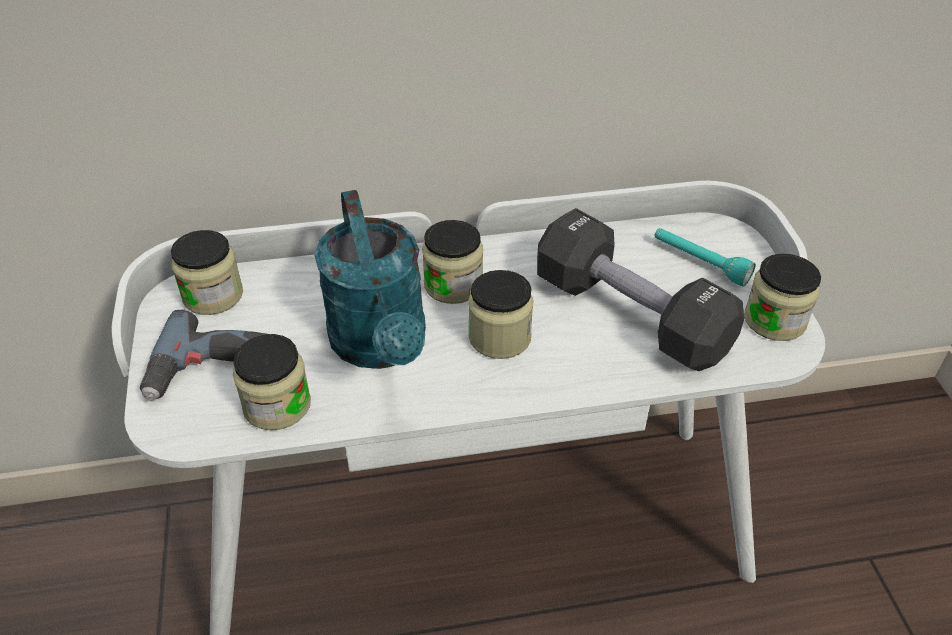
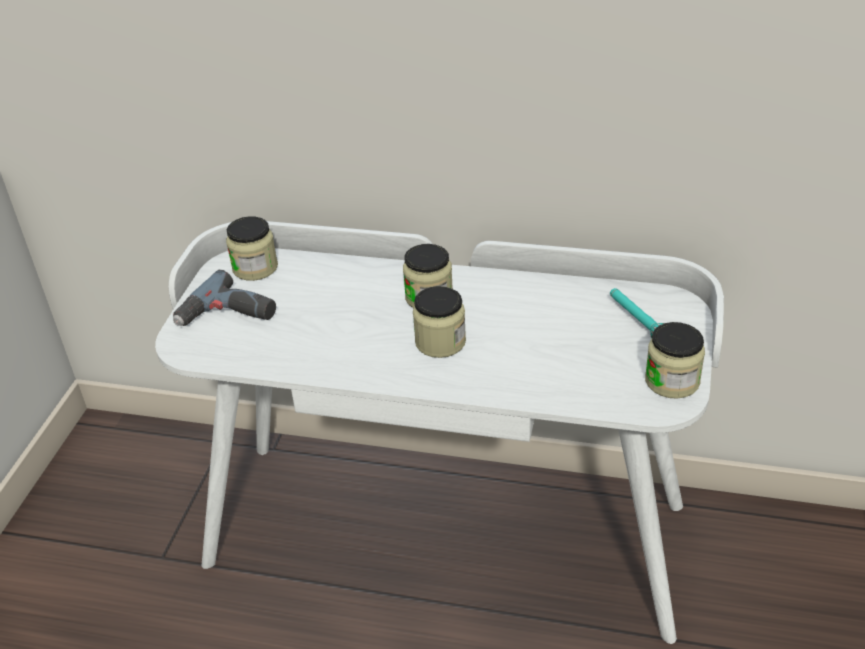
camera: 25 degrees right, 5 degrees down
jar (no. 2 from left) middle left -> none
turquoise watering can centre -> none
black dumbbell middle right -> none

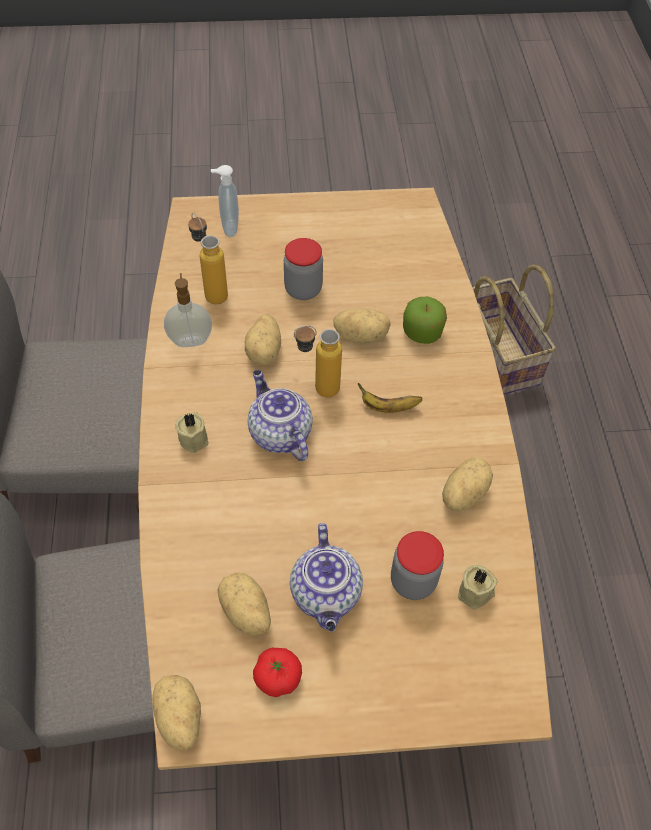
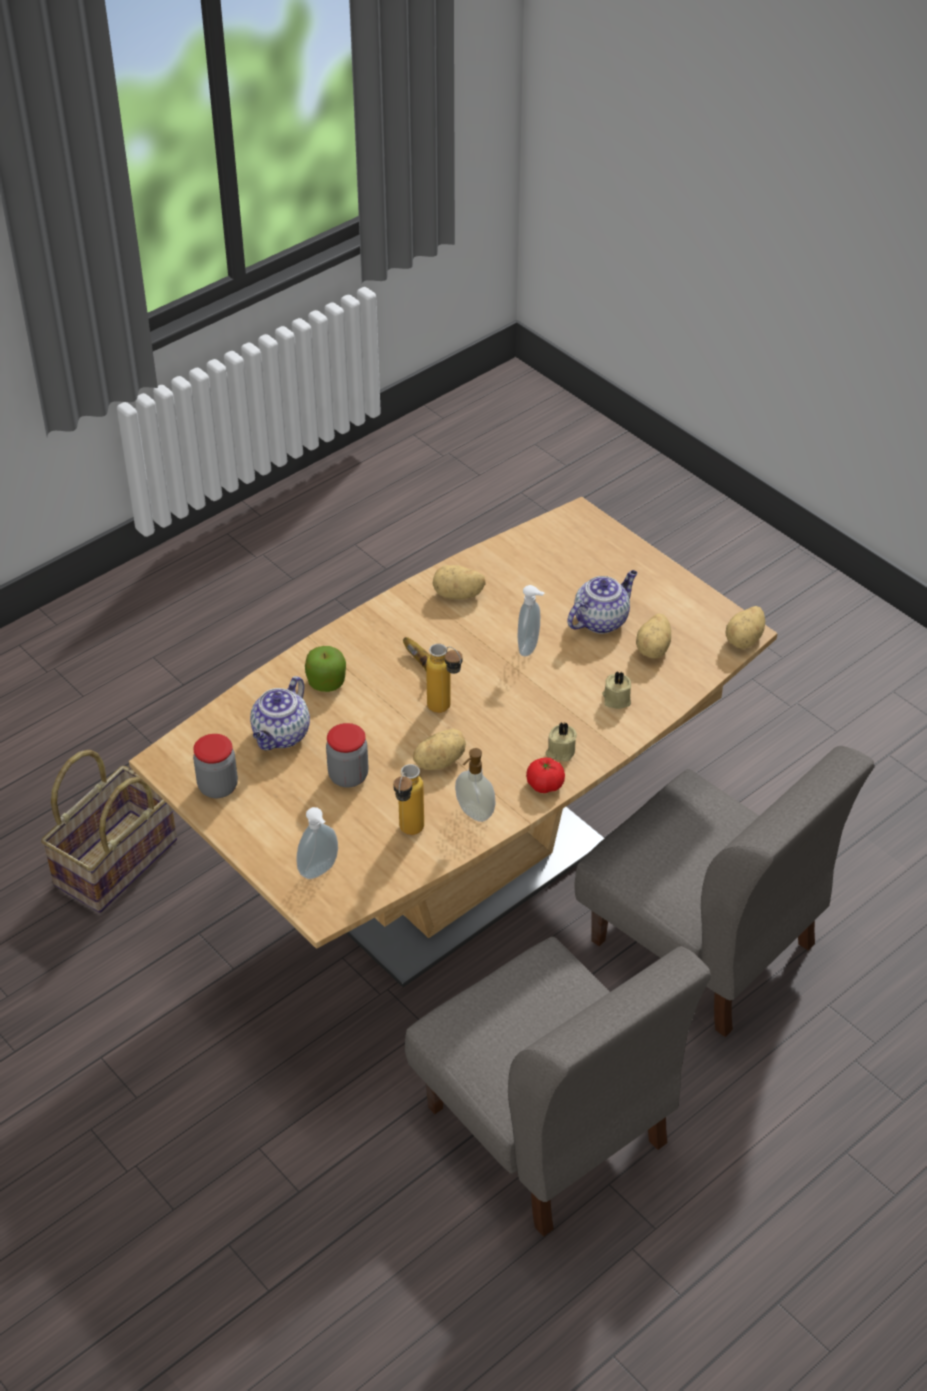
camera: 125 degrees left, 10 degrees down
teapot (no. 1 from left) centre -> teapot (no. 1 from left) middle left, relocated
tomato bottom centre -> tomato centre, relocated
potato (no. 4 from left) centre -> none
jar (no. 2 from left in the first image) bottom centre -> jar (no. 1 from left) middle left, relocated
beige candle (no. 2 from left) bottom right -> beige candle (no. 2 from left) centre, relocated
none -> soap dispenser (no. 3 from left) centre

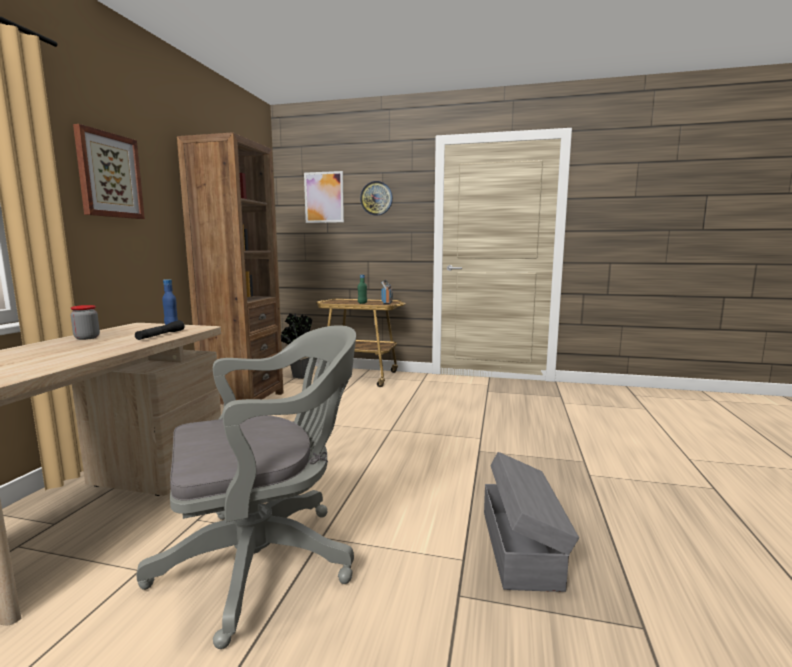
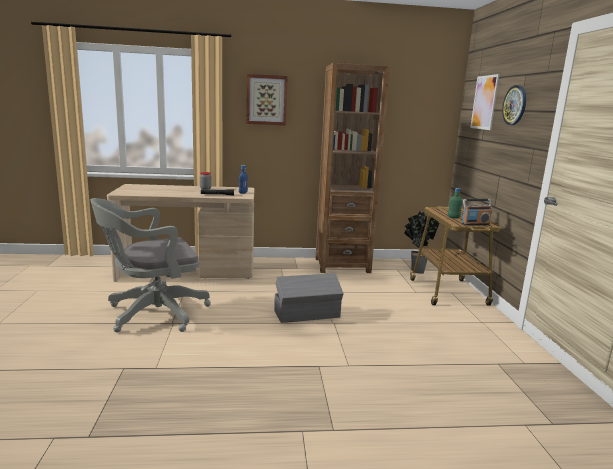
camera: 70 degrees right, 5 degrees up
grey office chair bottom left -> grey office chair middle left, 105 degrees clockwise
grey storage box bottom right -> grey storage box centre, relocated

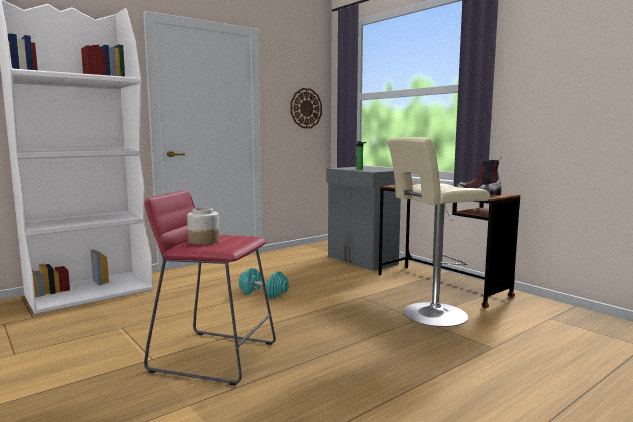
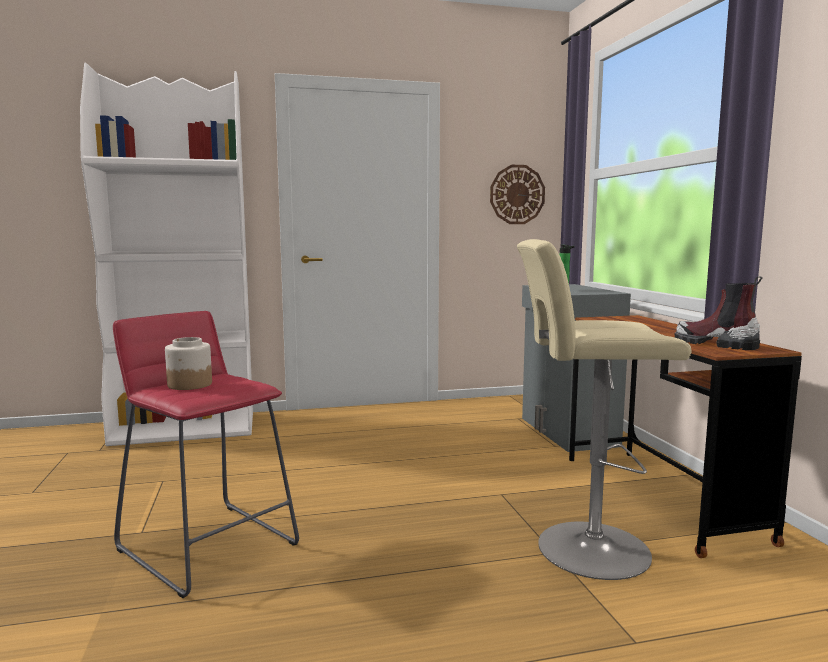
camera: 25 degrees right, 0 degrees up
turquoise dumbbell bottom centre -> none

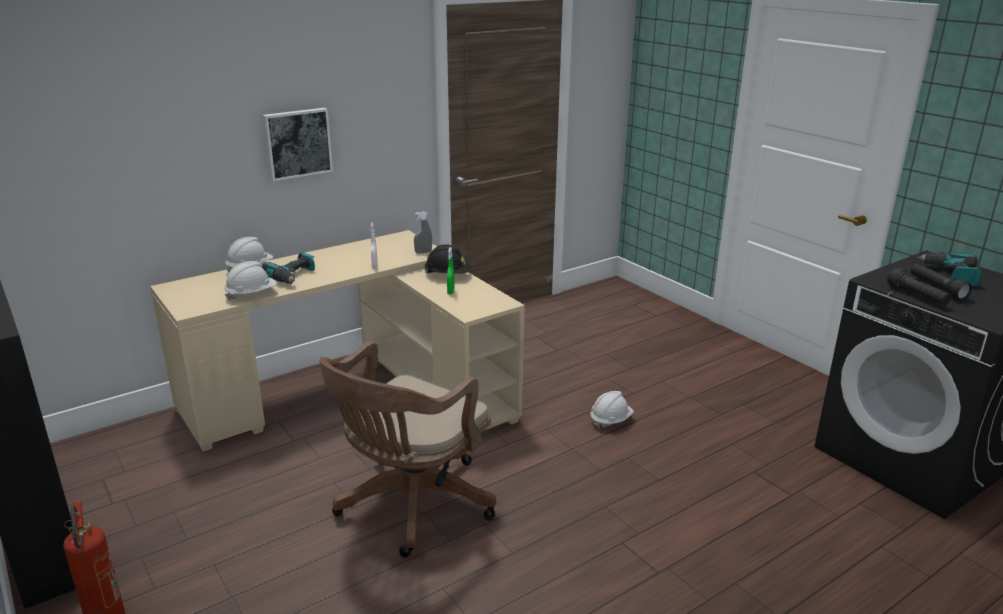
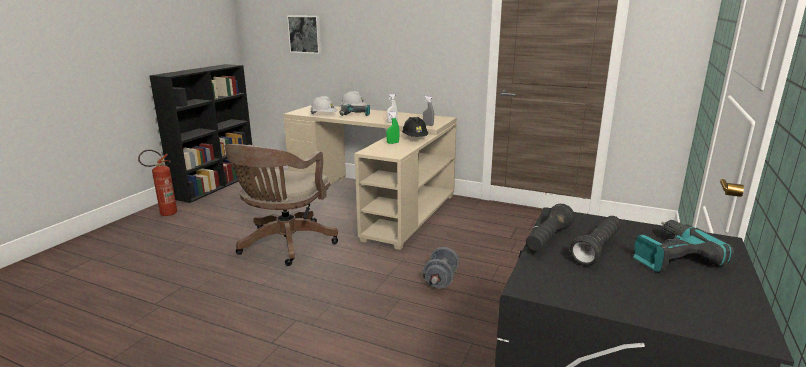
camera: 60 degrees right, 5 degrees down
picture top left -> picture top centre, relocated
brown office chair bottom centre -> brown office chair centre, 75 degrees counterclockwise
white hard hat (no. 3 from left) bottom centre -> grey dumbbell bottom centre

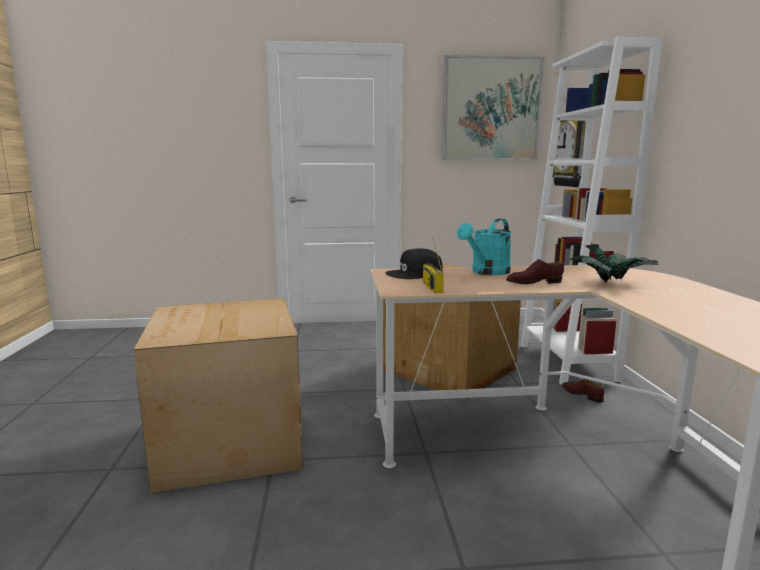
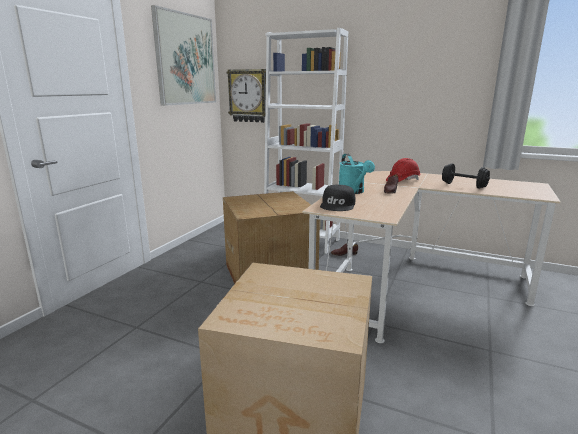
camera: 60 degrees left, 5 degrees up
radio centre -> none
potted plant middle right -> red hard hat middle right
none -> black dumbbell middle right

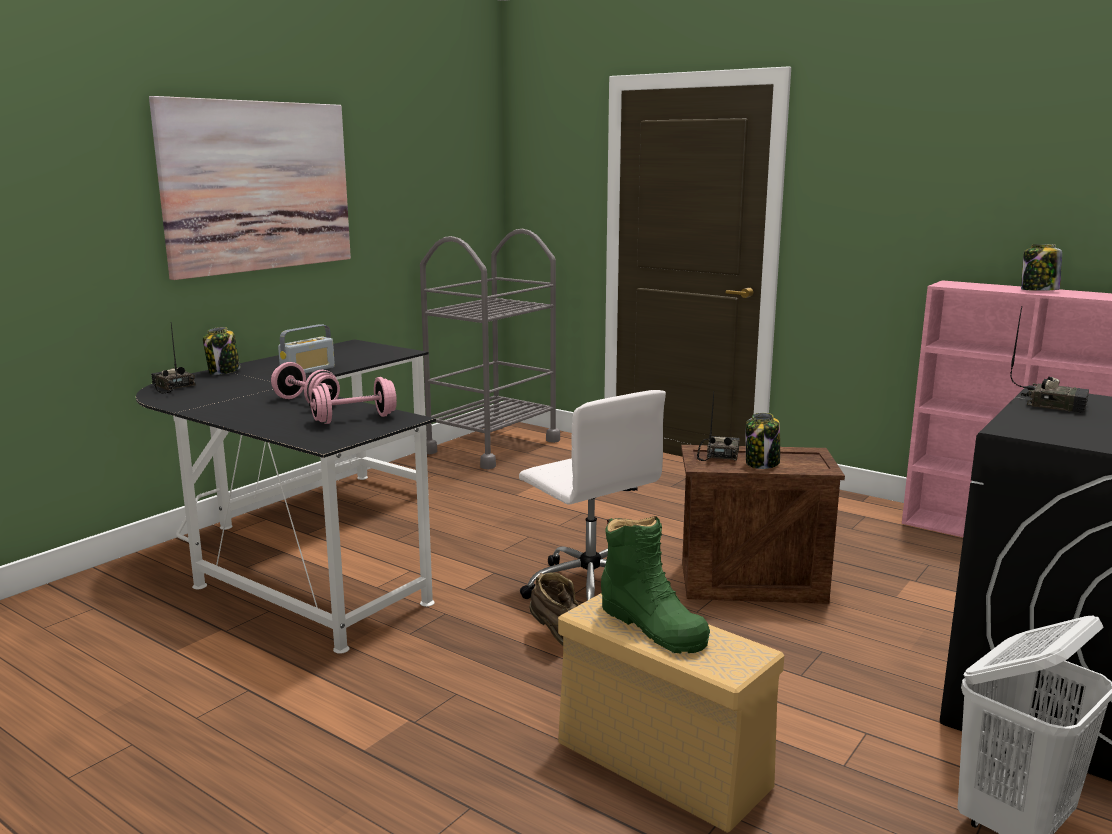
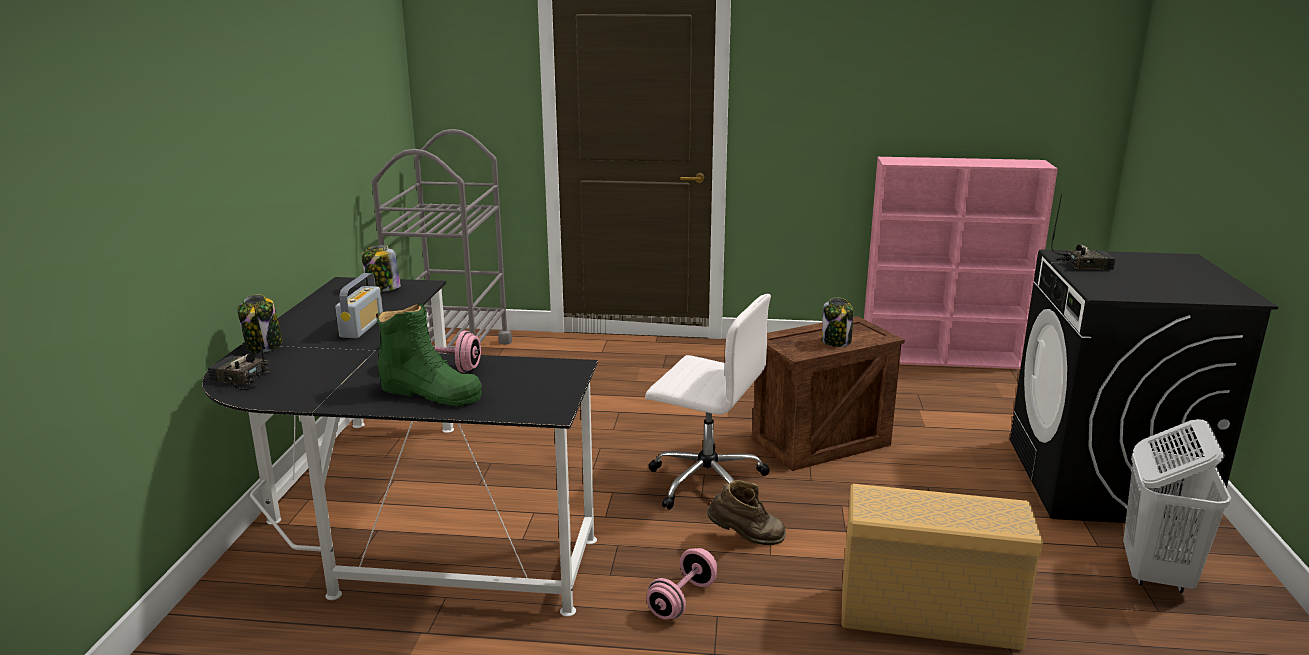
camera: 30 degrees left, 5 degrees up
picture top left -> none
pink dumbbell (no. 2 from left) middle left -> pink dumbbell (no. 2 from left) bottom centre, relocated
green boot bottom centre -> green boot middle left, relocated
radio (no. 3 from left) centre -> none
jar (no. 3 from left in the first image) top right -> jar (no. 2 from left) middle left, relocated

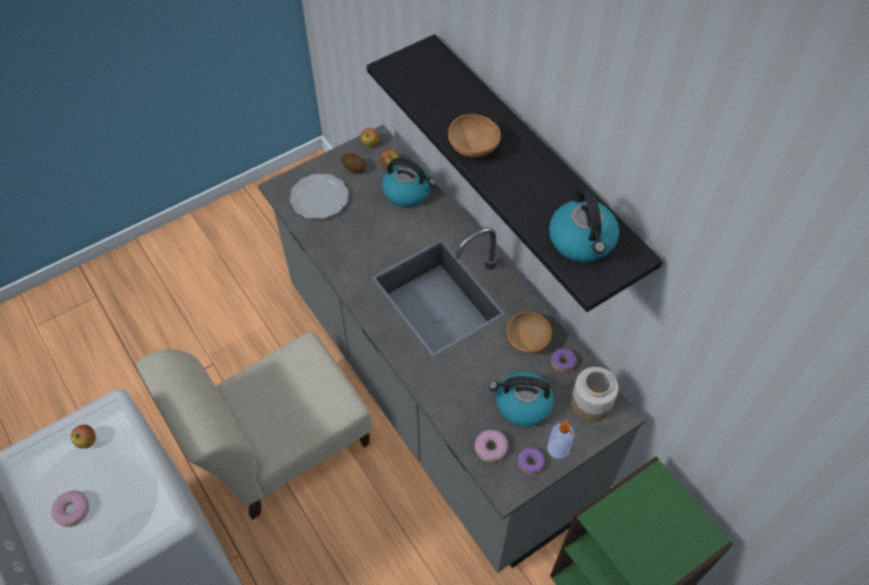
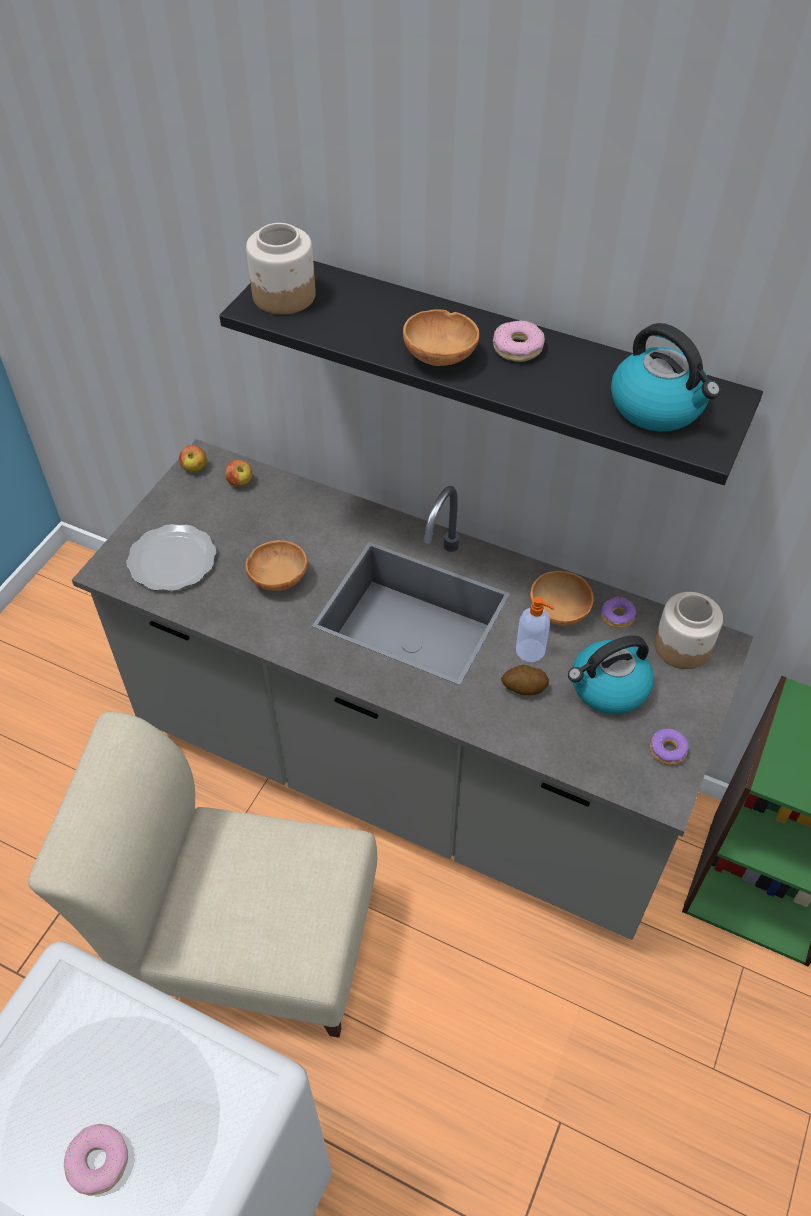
camera: 30 degrees left, 5 degrees down
apple (no. 1 from left) bottom left -> none
beige chair bottom left, 75 degrees clockwise
potato top centre -> potato centre, relocated
kettle (no. 1 from left) top centre -> none
donut (no. 2 from left) bottom centre -> donut (no. 2 from left) top centre, relocated
soap dispenser bottom centre -> soap dispenser centre, relocated
none -> jar (no. 1 from left) top centre
none -> brown bowl (no. 1 from left) centre

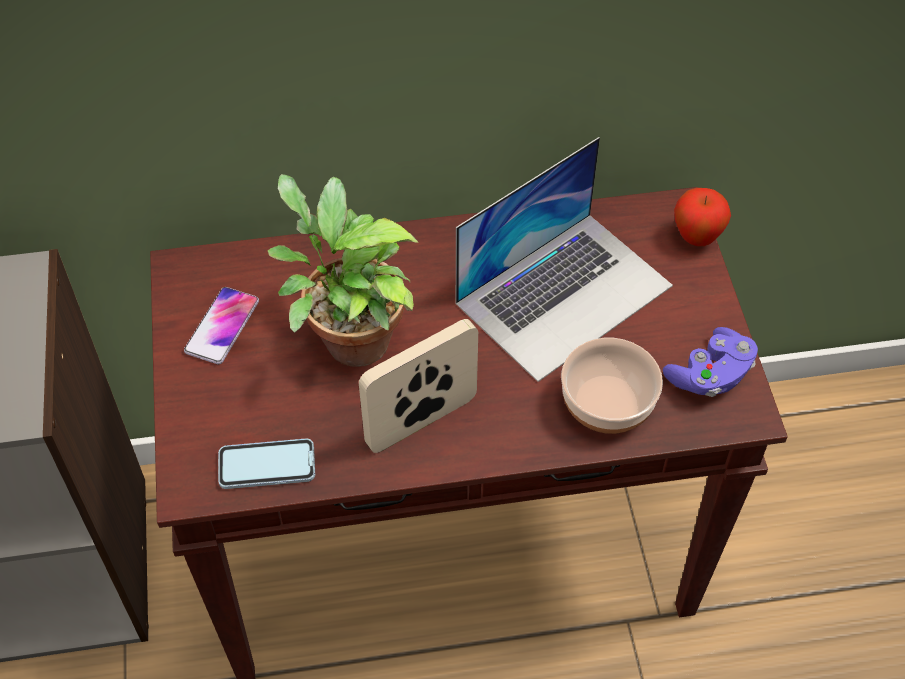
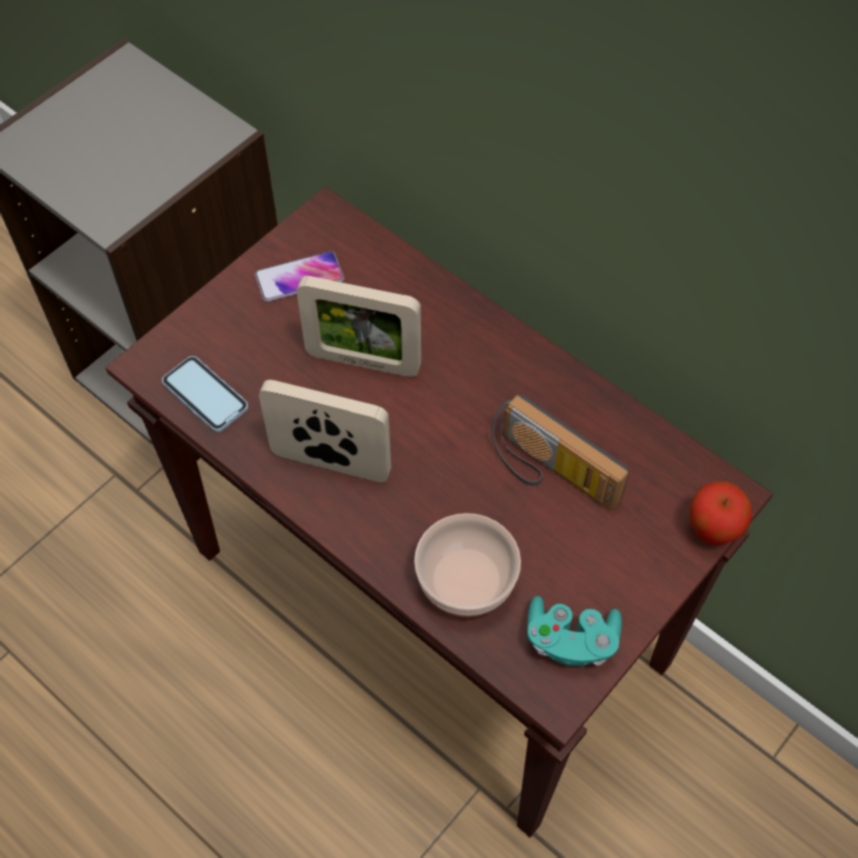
camera: 50 degrees right, 5 degrees up
potted plant centre -> picture frame (no. 2 from left) centre
laptop centre -> radio centre
purple game controller middle right -> turquoise game controller bottom right

